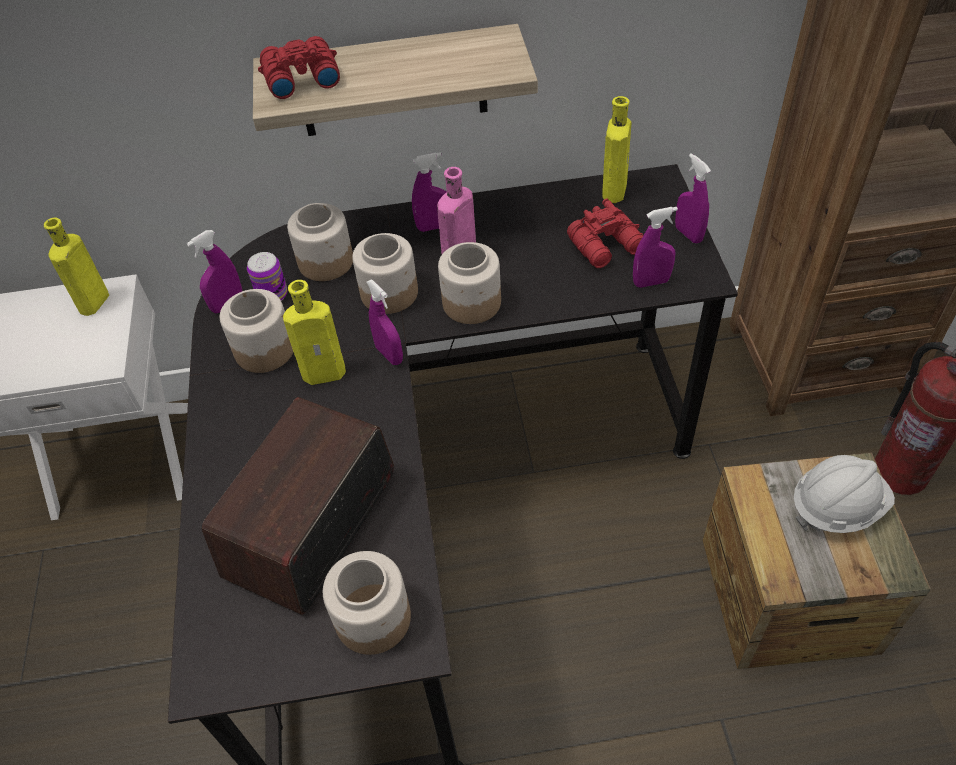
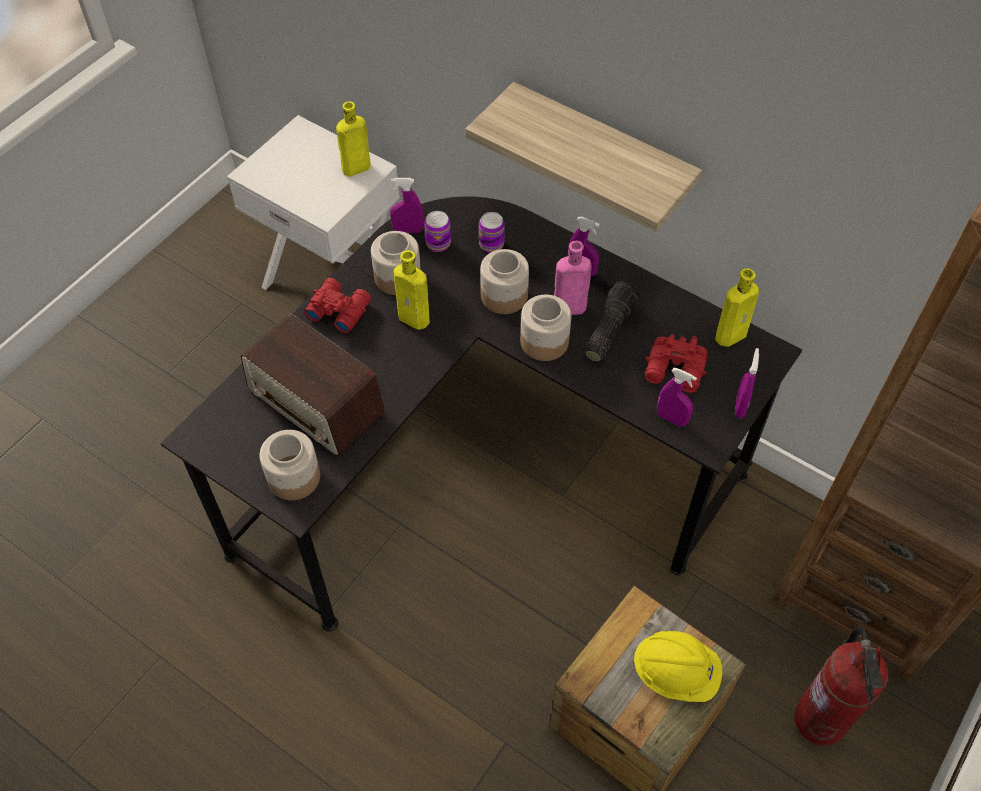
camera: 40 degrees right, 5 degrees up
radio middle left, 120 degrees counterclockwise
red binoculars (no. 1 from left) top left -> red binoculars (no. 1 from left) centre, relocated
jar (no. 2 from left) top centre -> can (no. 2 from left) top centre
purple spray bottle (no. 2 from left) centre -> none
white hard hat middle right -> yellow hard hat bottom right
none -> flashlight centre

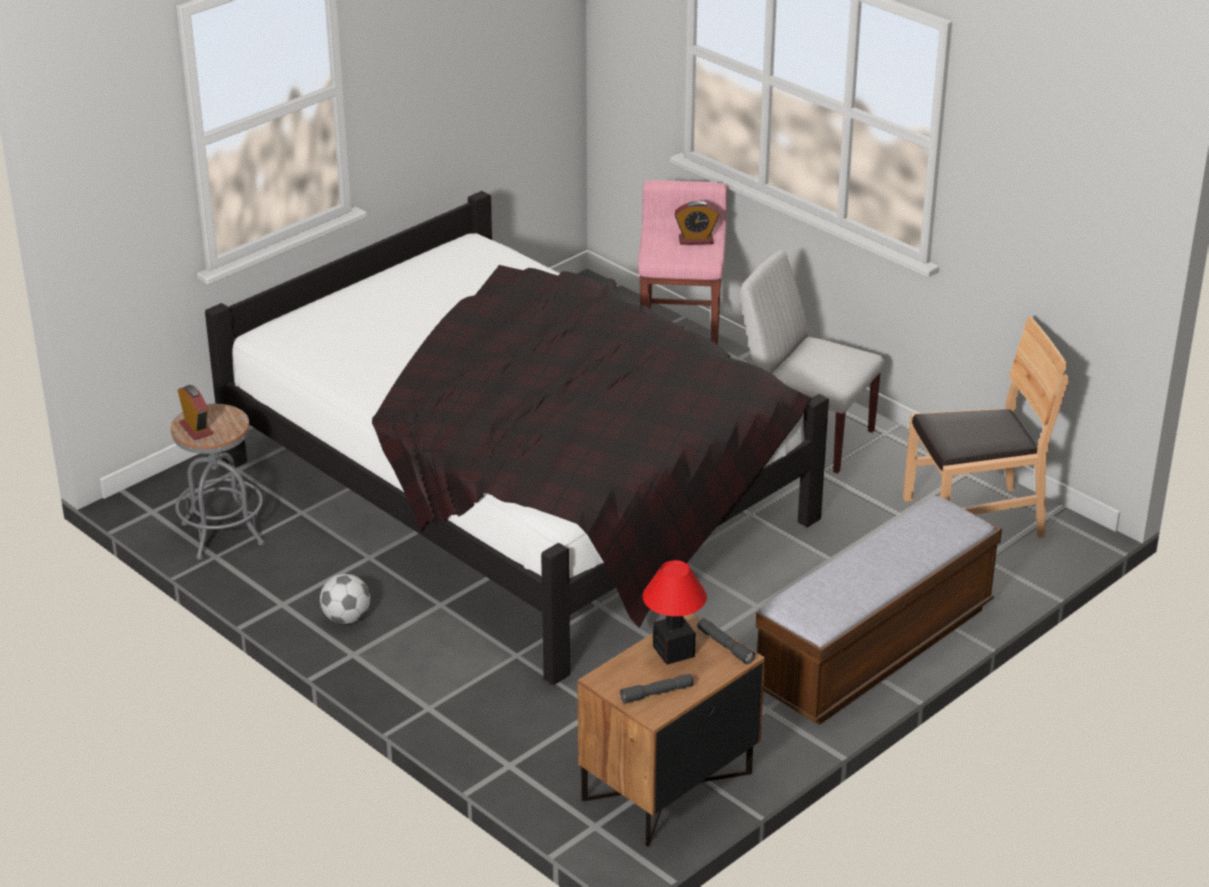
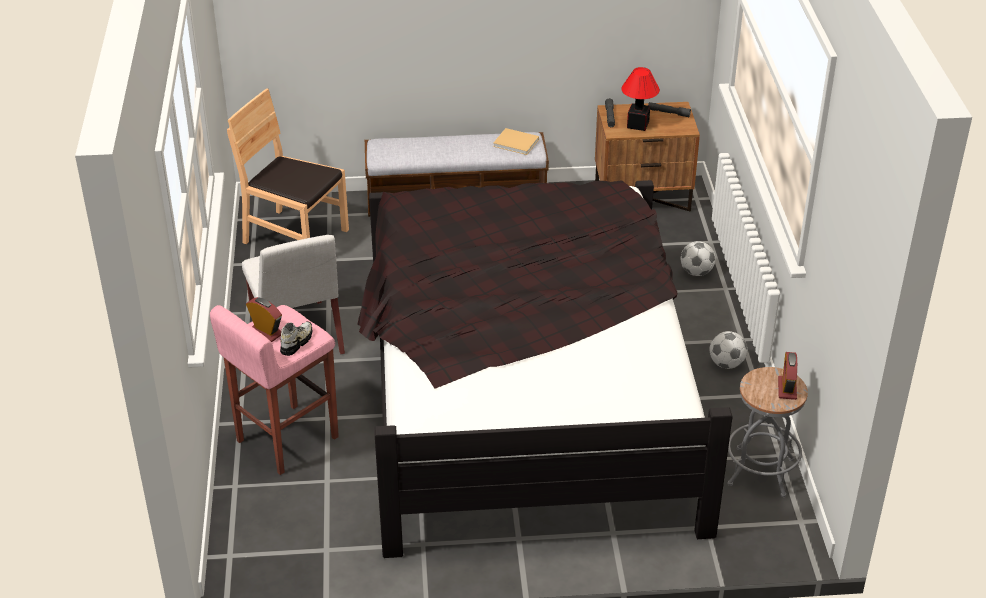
camera: 140 degrees left, 5 degrees up
none -> shoe middle left
none -> beige book top centre
none -> football (no. 1 from left) middle right

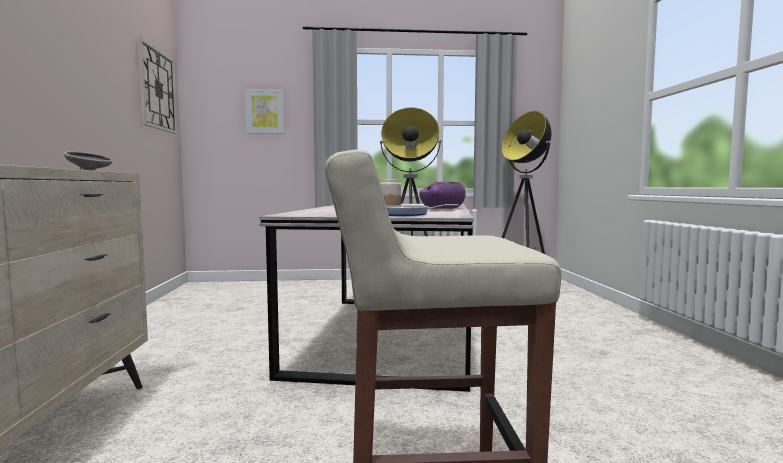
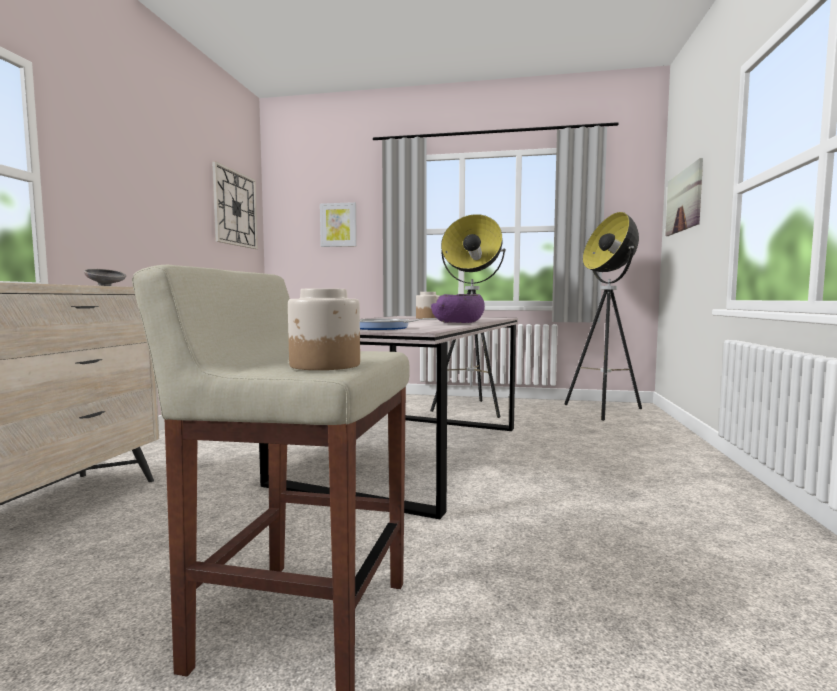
camera: 15 degrees right, 0 degrees up
none -> jar (no. 1 from left) centre
none -> picture (no. 2 from left) top right

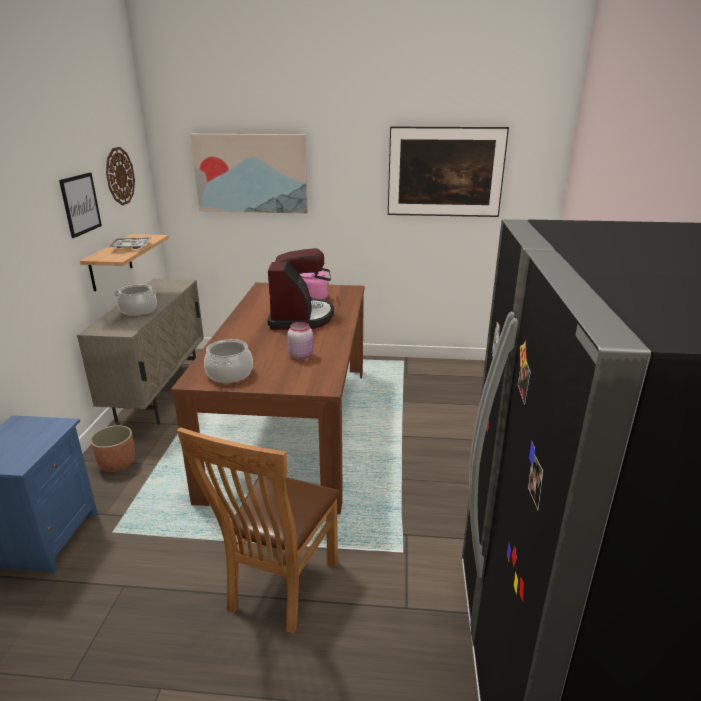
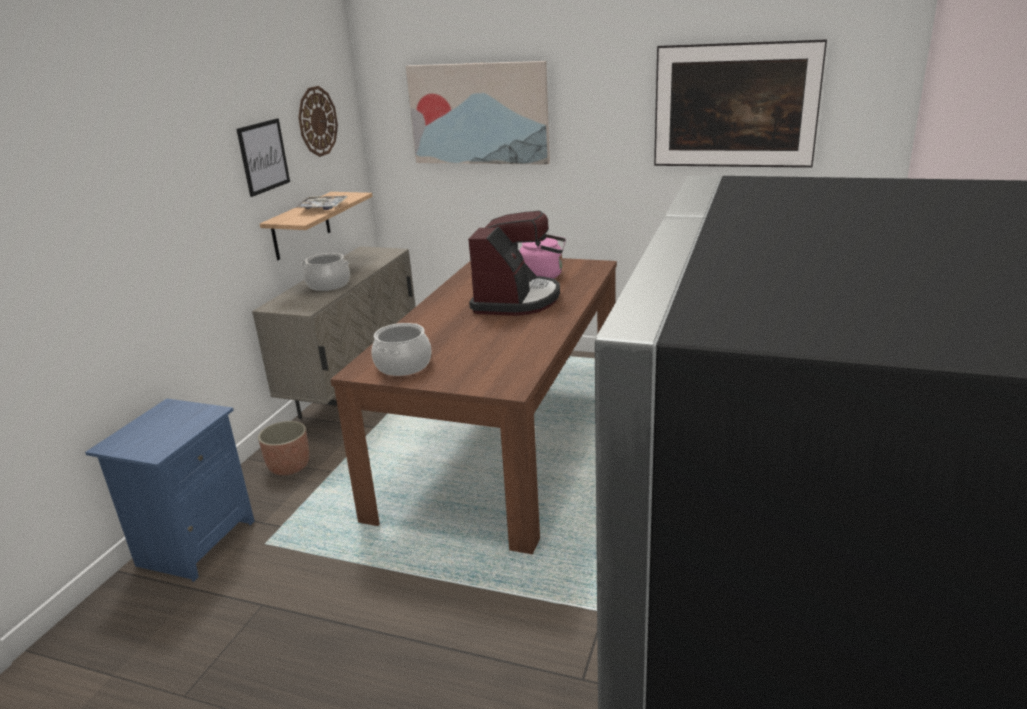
camera: 15 degrees right, 0 degrees up
brown chair bottom centre -> none
pink jar centre -> none

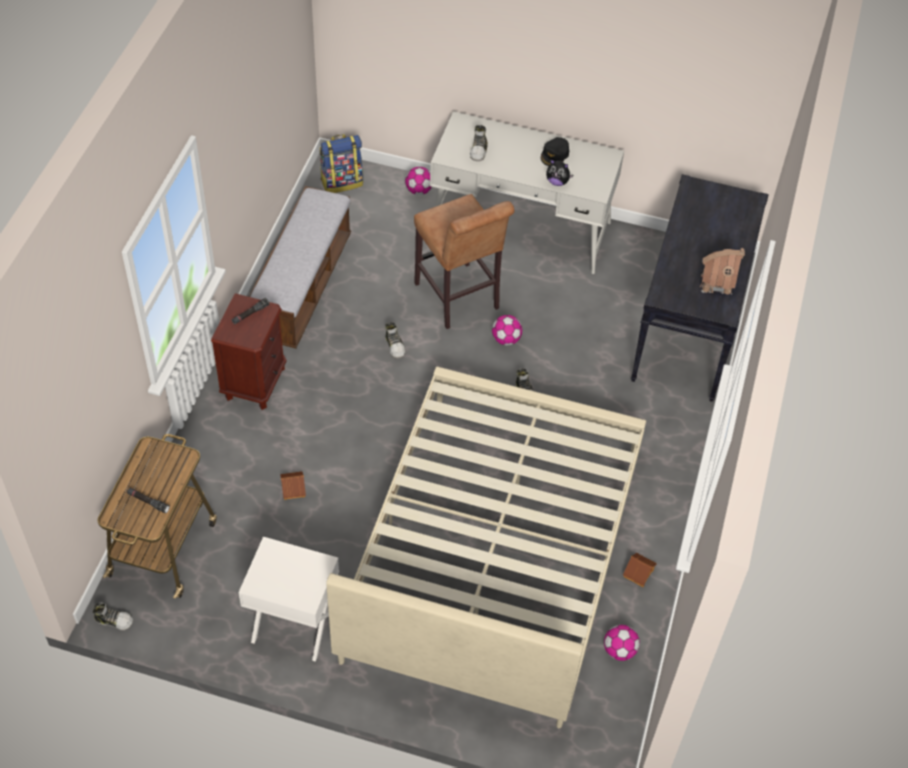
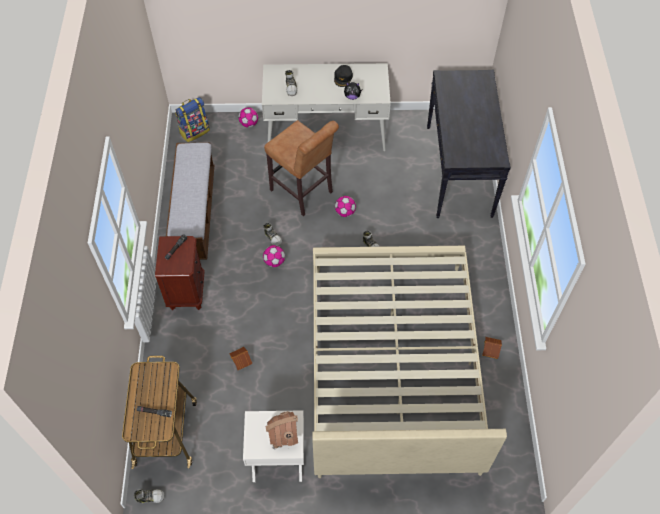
camera: 15 degrees left, 5 degrees up
football (no. 3 from left in the first image) bottom right -> football (no. 2 from left) centre, relocated
toy house (no. 3 from left in the first image) middle right -> toy house (no. 2 from left) bottom centre, relocated

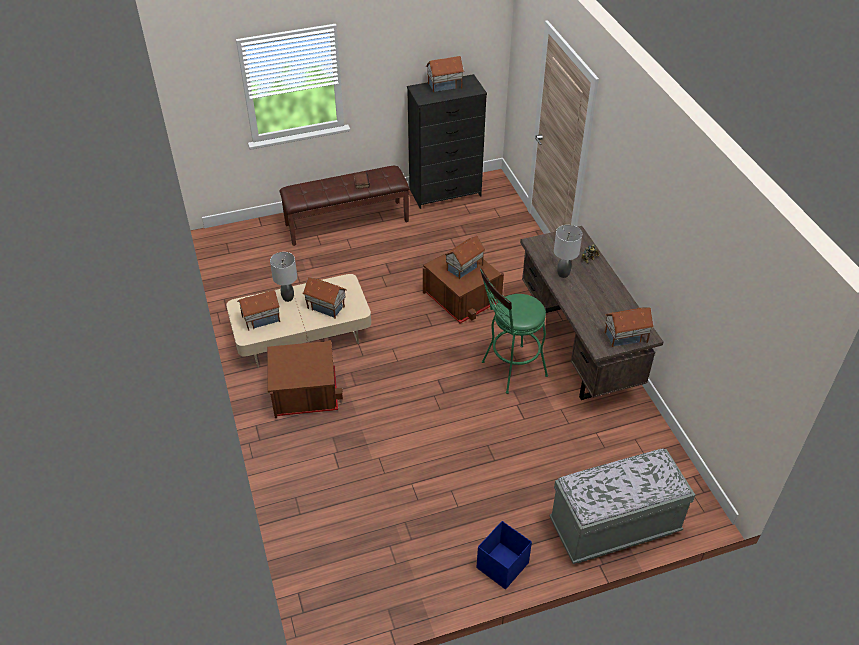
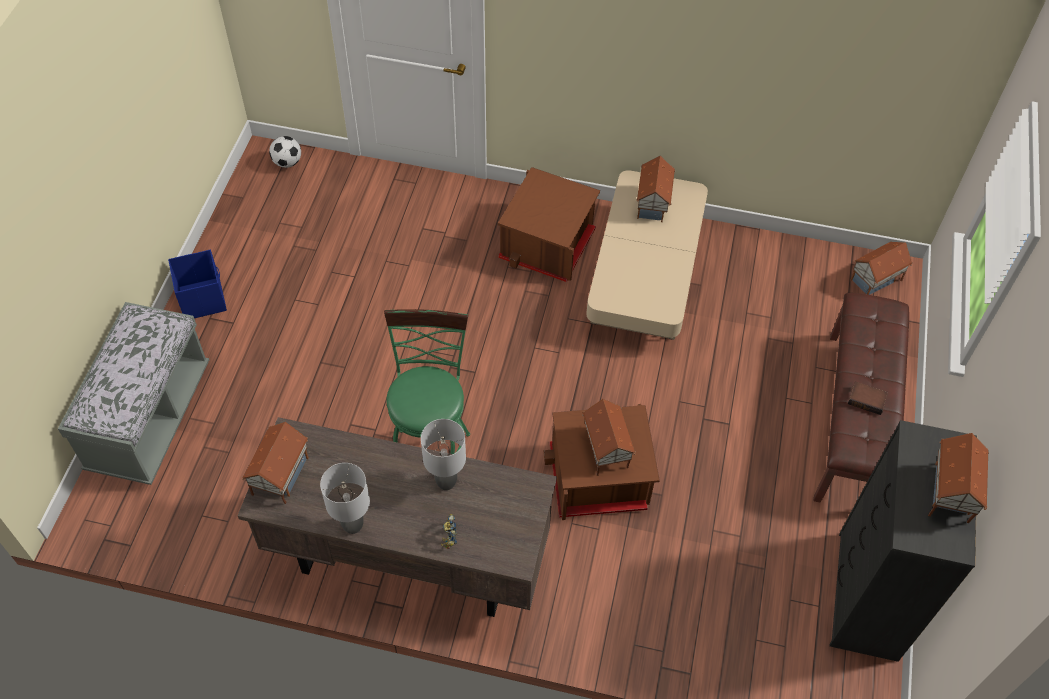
camera: 120 degrees right, 10 degrees up
grey table lamp (no. 1 from left) middle left -> grey table lamp (no. 1 from left) bottom left, relocated
toy house (no. 2 from left in the first image) centre -> toy house (no. 4 from left) middle right, relocated
none -> football top left

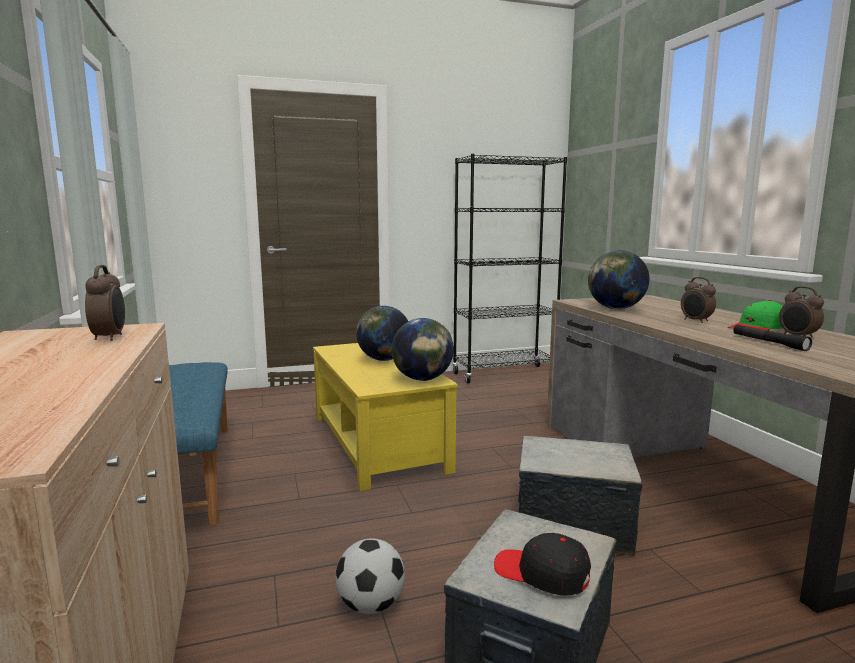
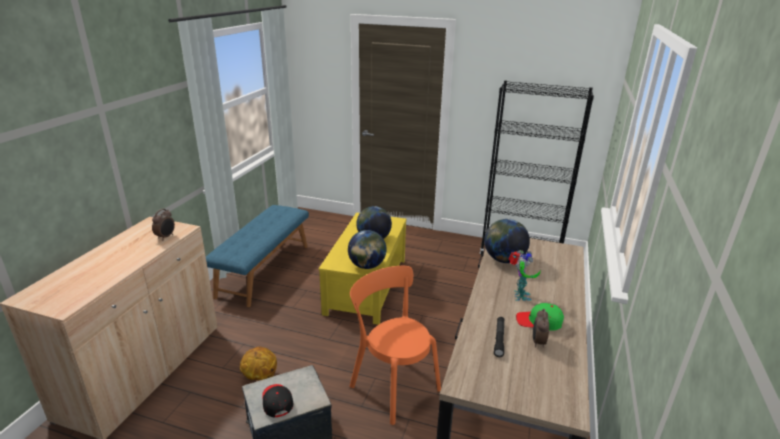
camera: 35 degrees right, 15 degrees up
football bottom centre -> basketball bottom left
storage box (no. 2 from left) bottom right -> orange chair bottom centre
alarm clock (no. 2 from left) middle right -> toy robot middle right

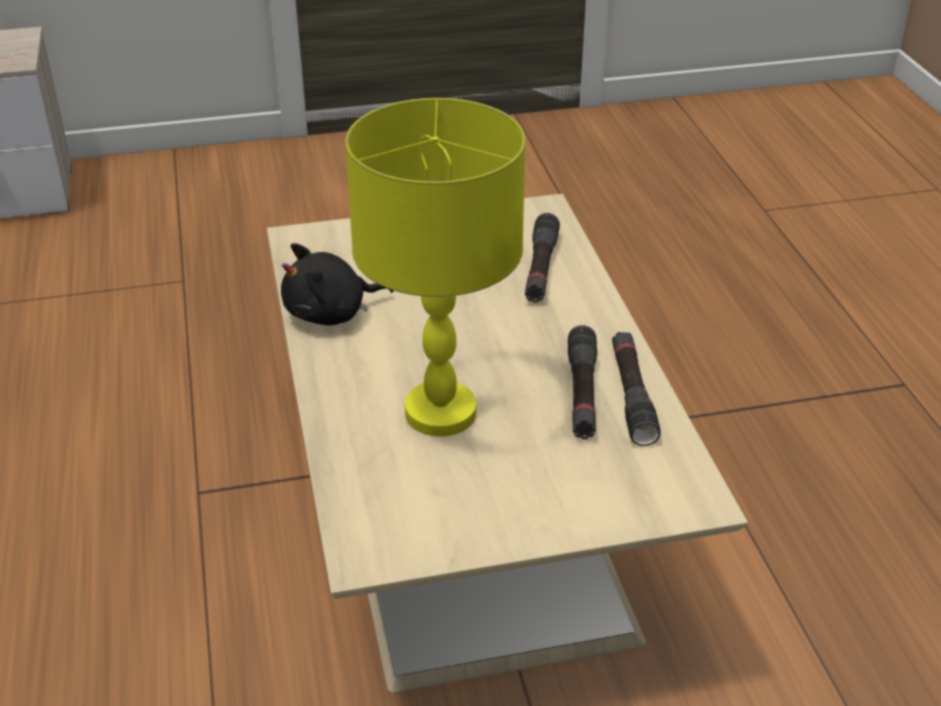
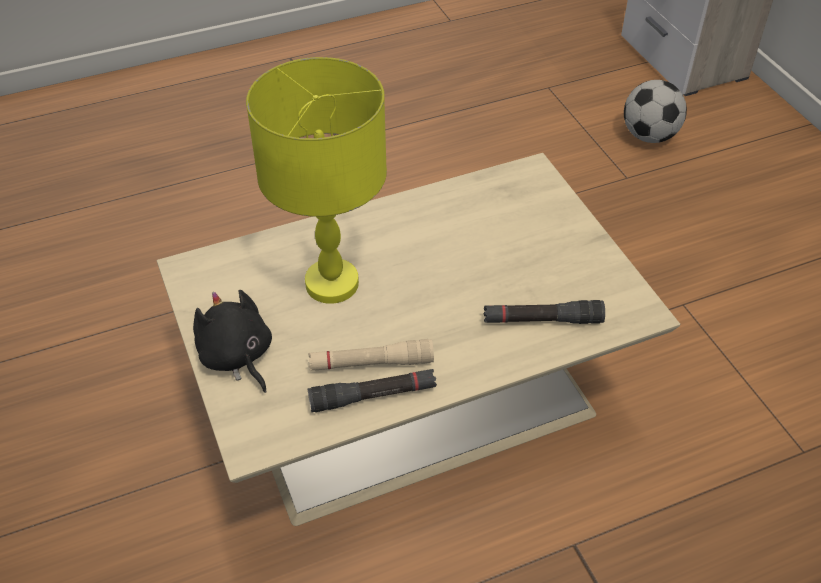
camera: 80 degrees right, 10 degrees up
black plush toy centre -> black plush toy middle left, relocated
black flashlight (no. 2 from left) centre -> beige flashlight centre
none -> football top right

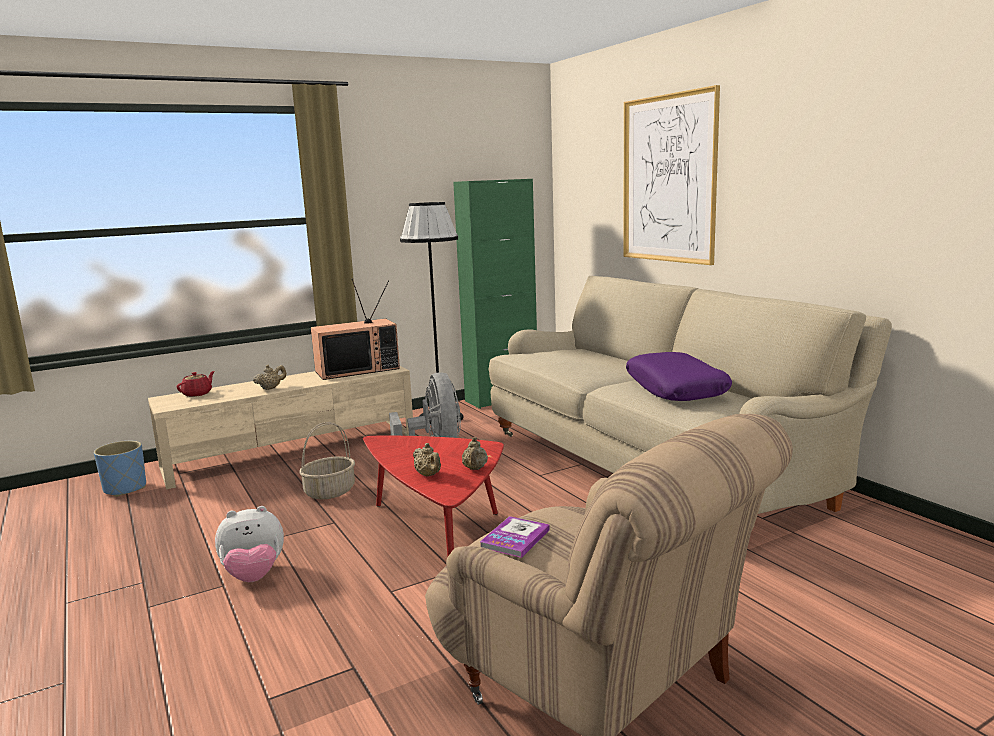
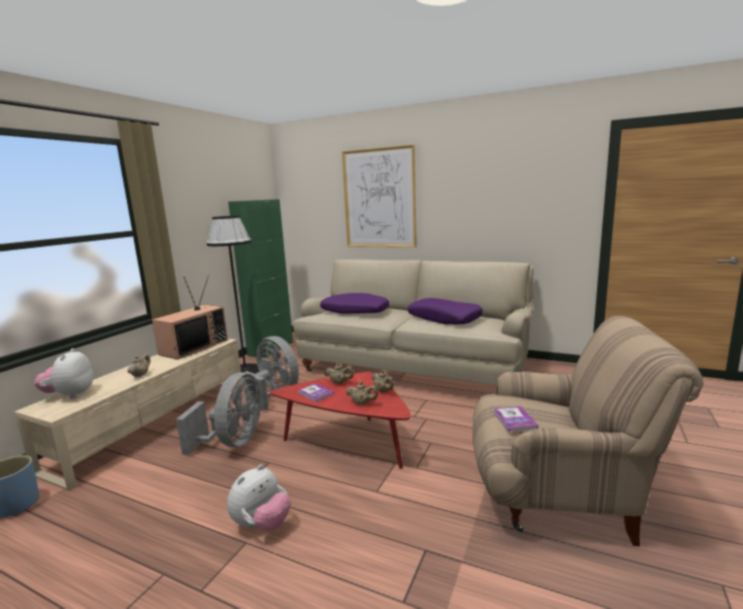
camera: 35 degrees left, 0 degrees up
red teapot middle left -> plush toy (no. 1 from left) middle left
basket middle left -> grey fan (no. 1 from left) bottom left
none -> book (no. 1 from left) centre
none -> purple pillow (no. 1 from left) centre
none -> beige teapot (no. 2 from left) centre

